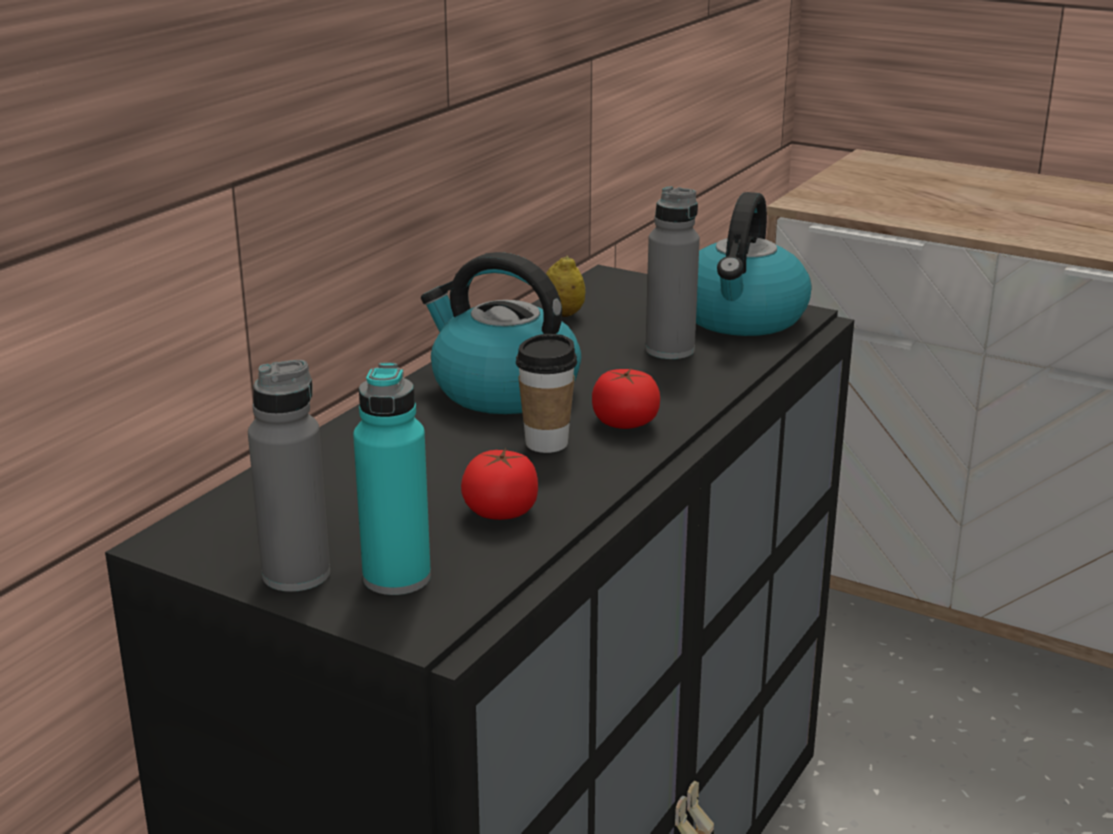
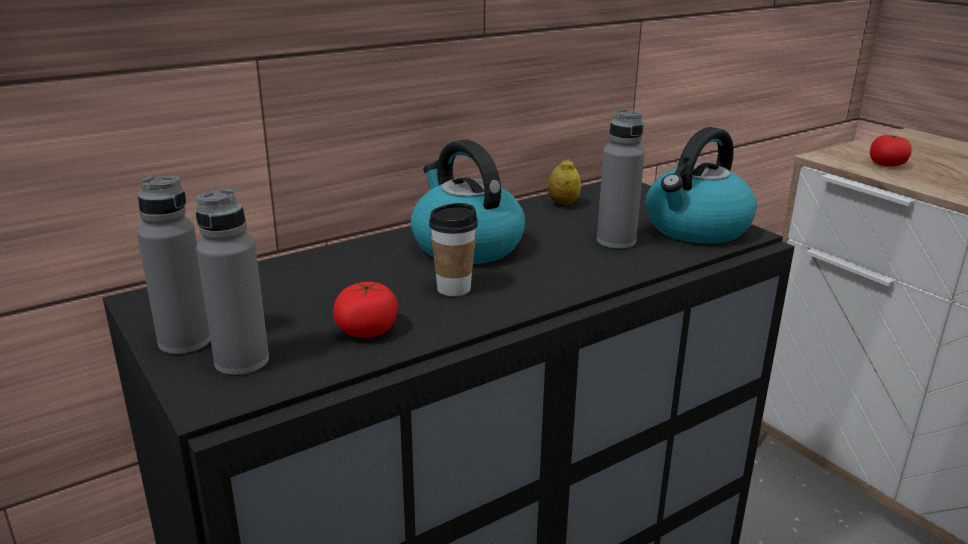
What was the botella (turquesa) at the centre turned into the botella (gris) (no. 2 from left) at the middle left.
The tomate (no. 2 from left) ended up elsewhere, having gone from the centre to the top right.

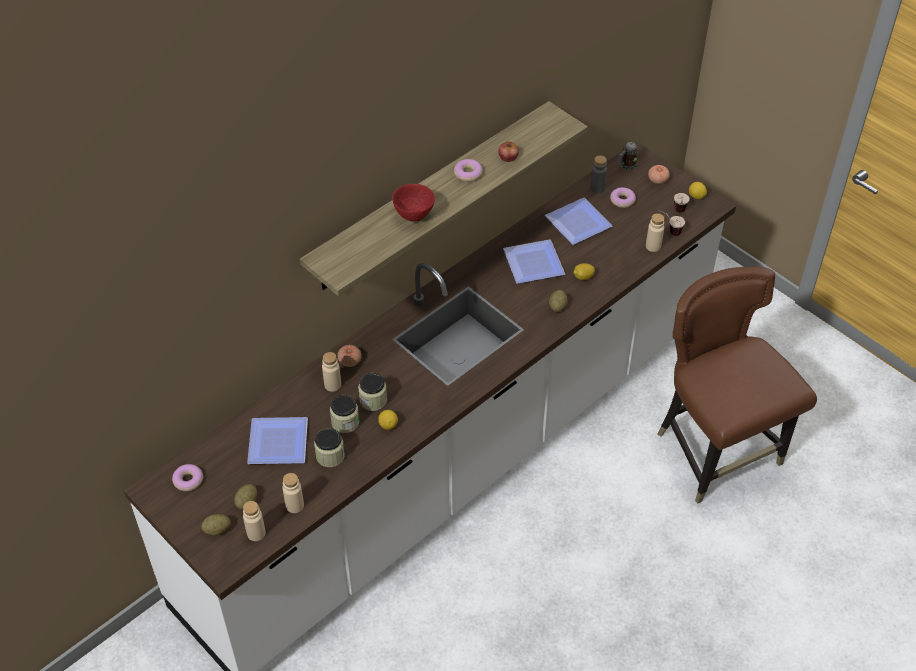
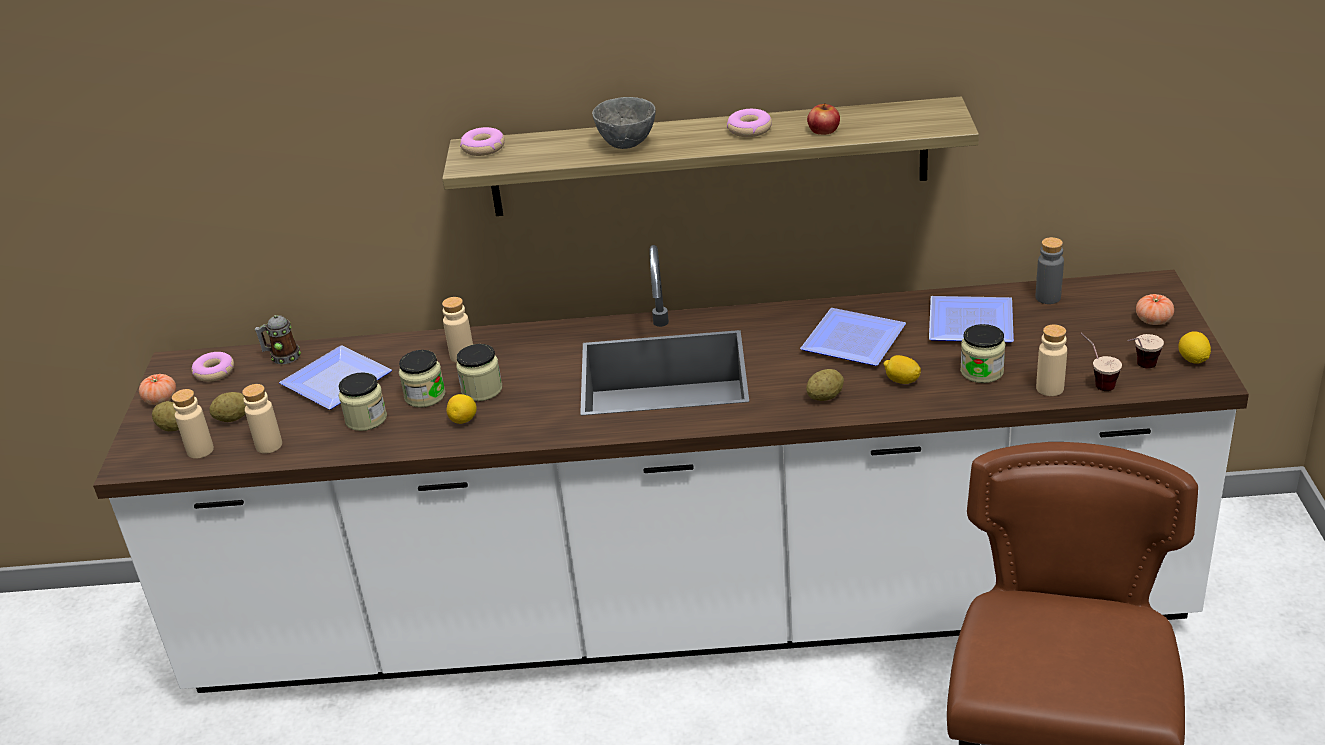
The taza grande ended up elsewhere, having gone from the top right to the middle left.
What was the cuenco (rojo) at the top centre turned into the cuenco (gris) at the top centre.
The rosquilla (no. 3 from left in the first image) ended up elsewhere, having gone from the top right to the top centre.
The tomate (no. 1 from left) ended up elsewhere, having gone from the centre to the middle left.
The second view gained the tarro (no. 4 from left) at the middle right.

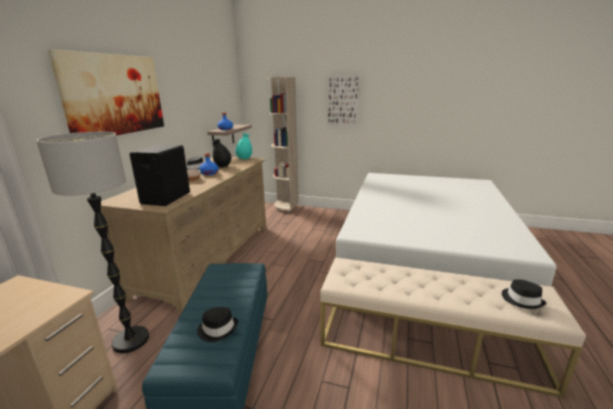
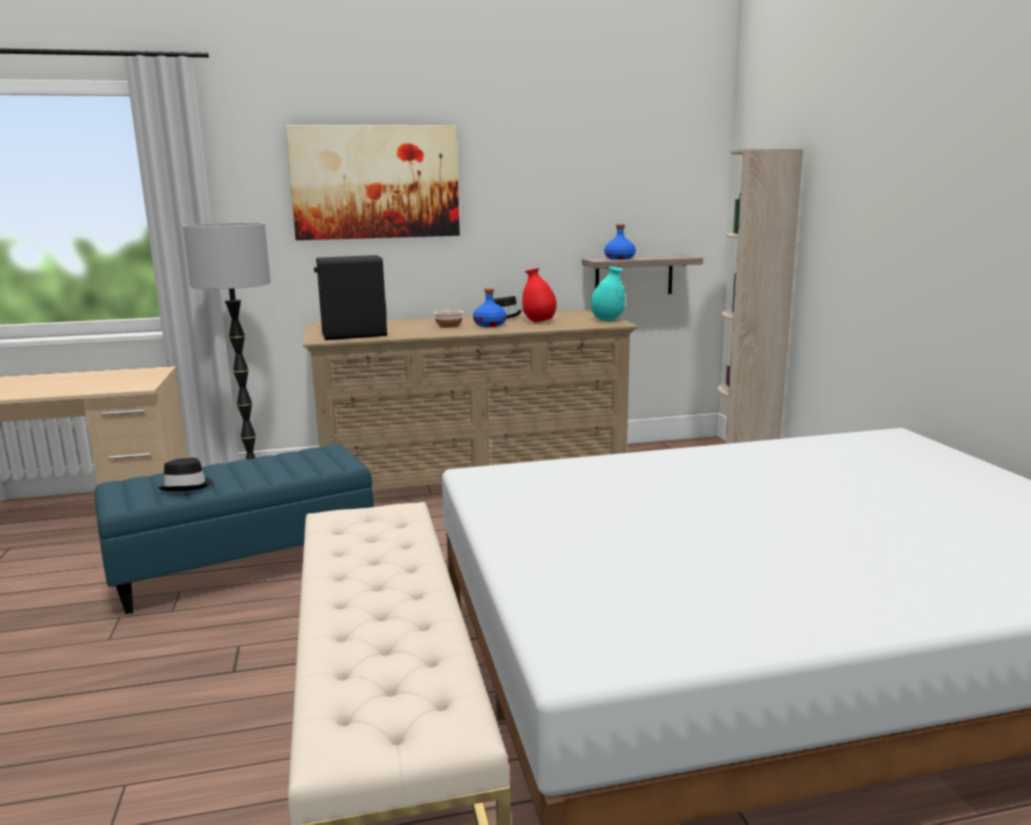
The second view lost the cuadro (no. 2 from left) at the top centre.
What was the florero (negro) at the centre turned into the florero (rojo) at the centre.
The second view lost the sombrero (negro) (no. 3 from left) at the bottom right.

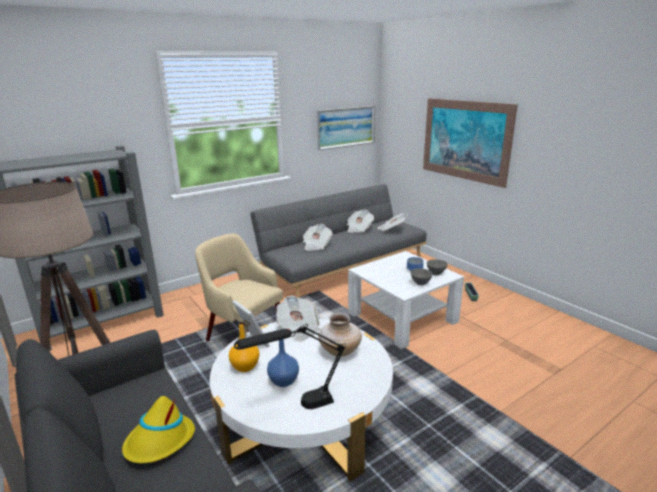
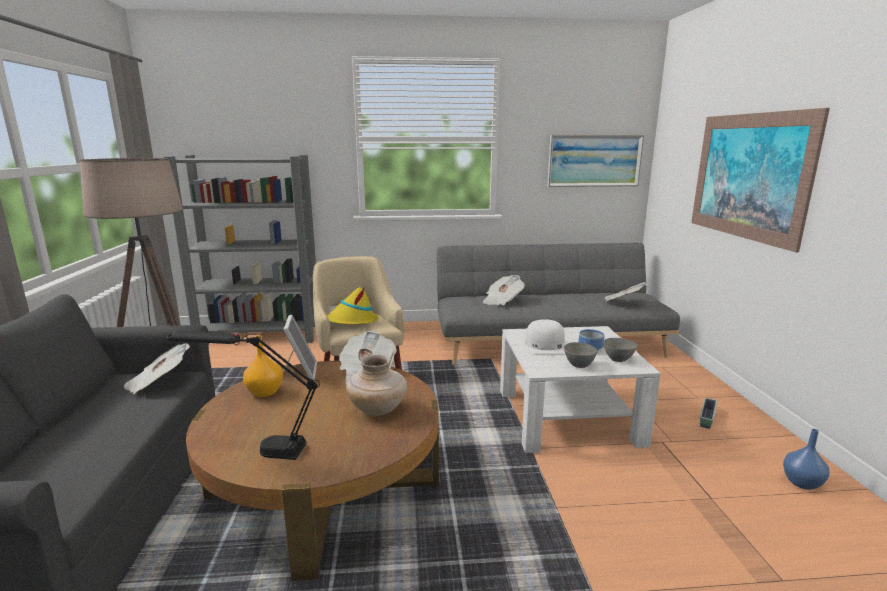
The periódico (no. 3 from left in the first image) ended up elsewhere, having gone from the centre to the middle left.
What was the mesa de centro (blanco) (no. 1 from left) at the bottom centre turned into the mesa de centro (marrón) at the bottom centre.
The florero (azul) ended up elsewhere, having gone from the bottom centre to the bottom right.
The sombrero (amarillo) ended up elsewhere, having gone from the bottom left to the centre.
The second view gained the sombrero (blanco) at the centre.

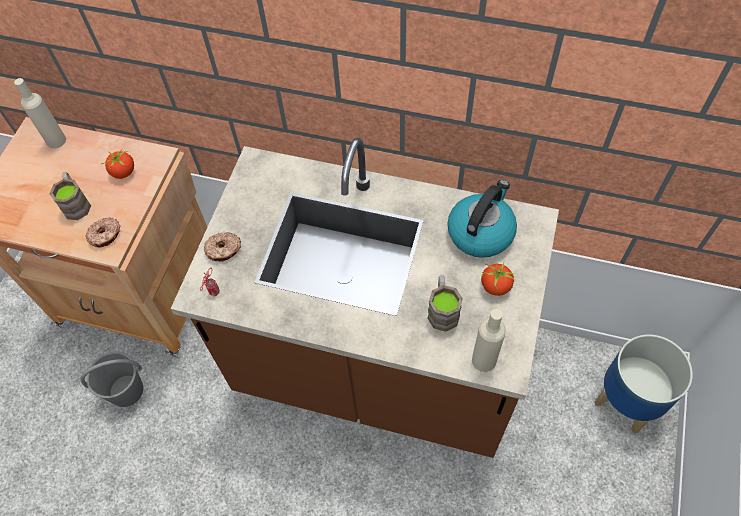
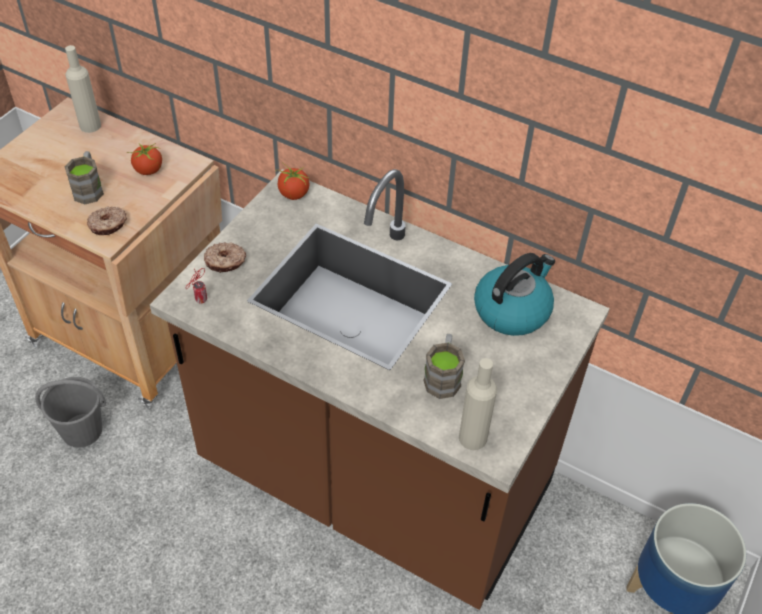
The tomate (no. 2 from left) ended up elsewhere, having gone from the middle right to the top centre.

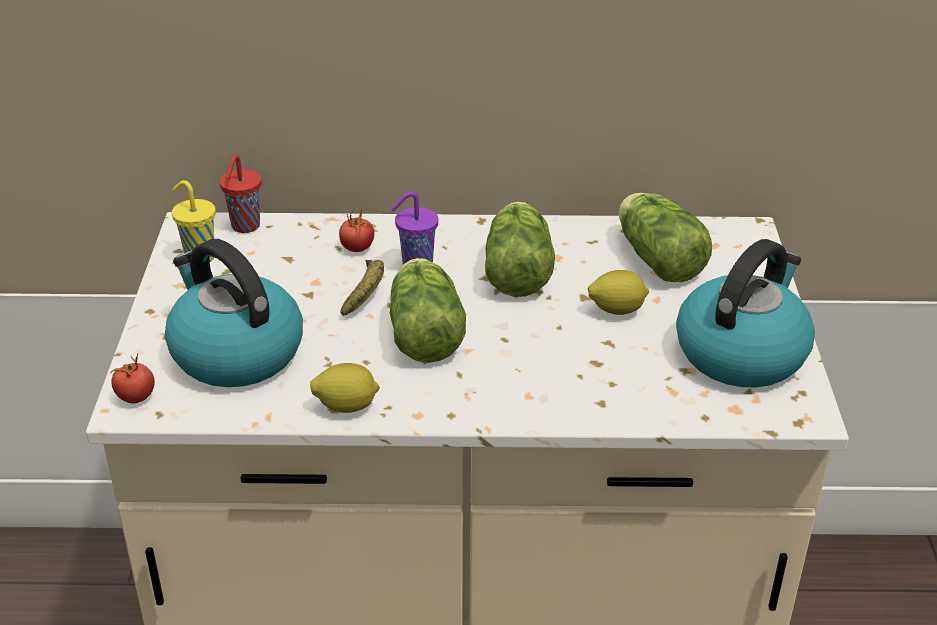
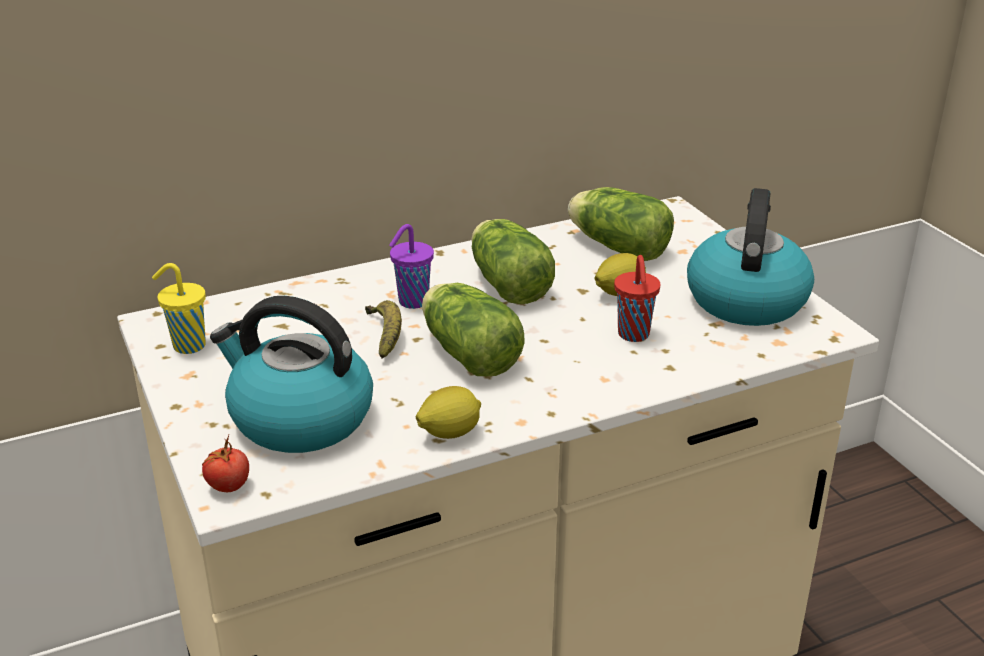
The taza (rojo) ended up elsewhere, having gone from the top left to the centre.
The second view lost the tomate (no. 2 from left) at the centre.

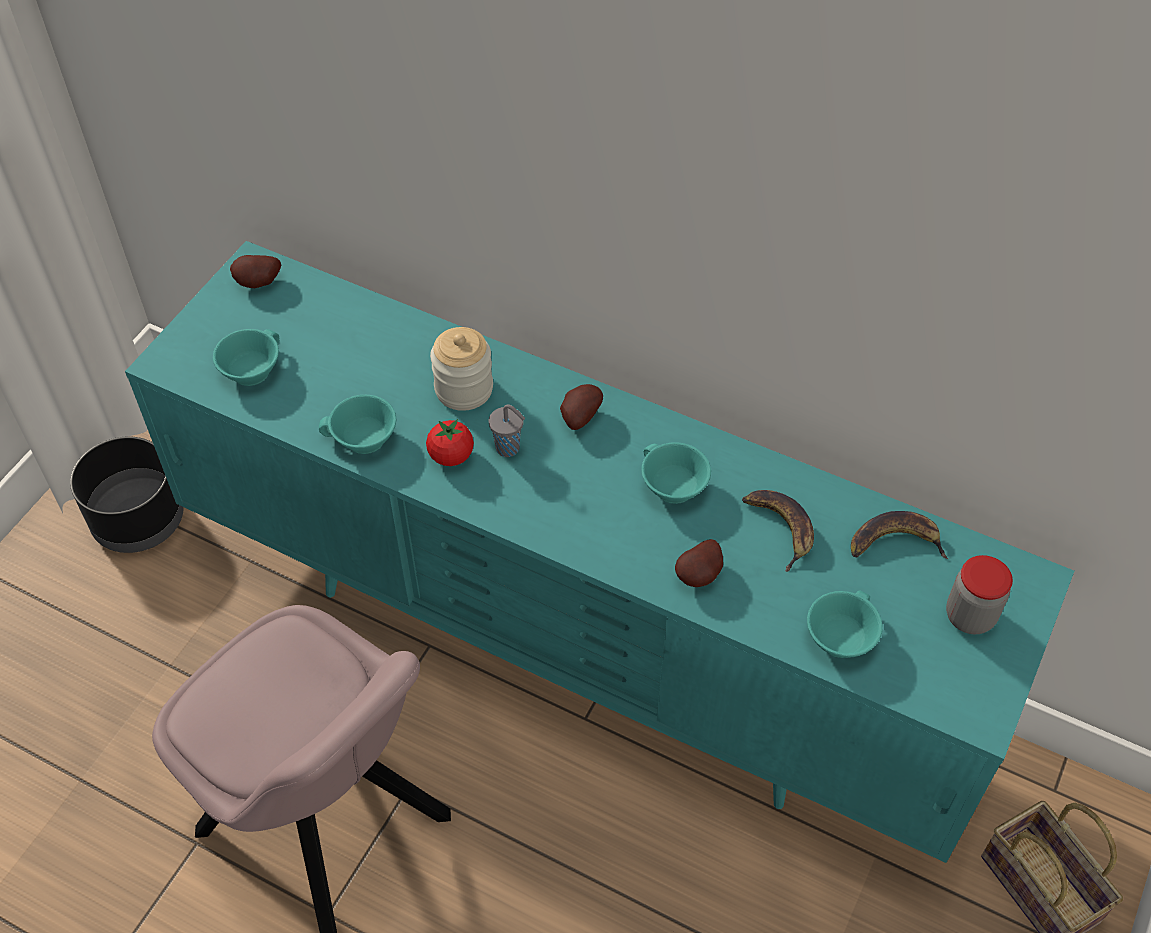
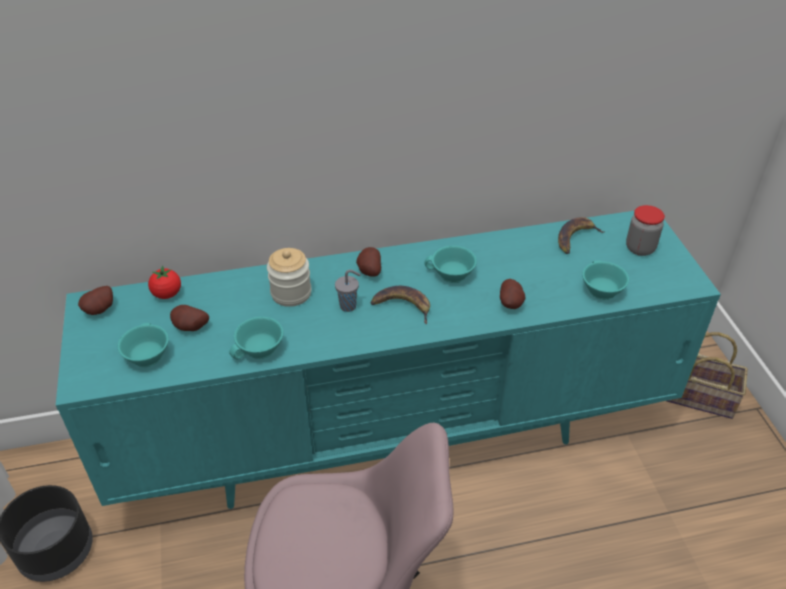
The tomate ended up elsewhere, having gone from the centre to the middle left.
The plátano (no. 1 from left) ended up elsewhere, having gone from the middle right to the centre.
The second view gained the patata (no. 2 from left) at the middle left.

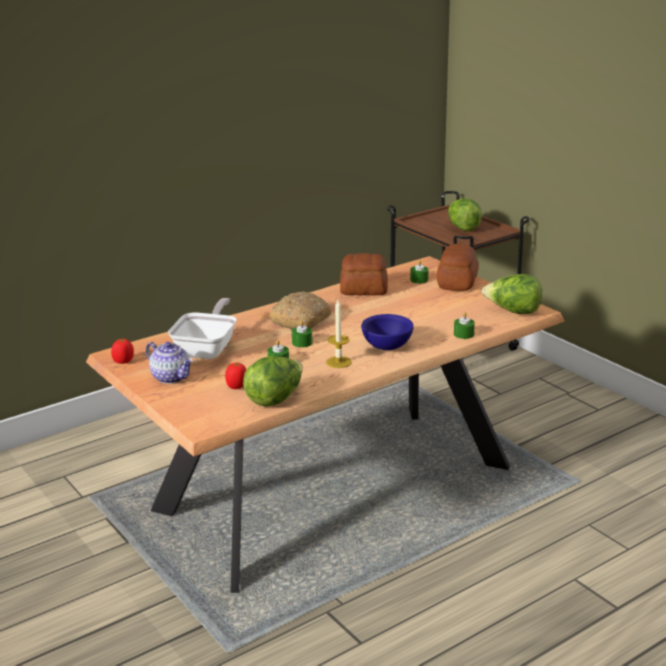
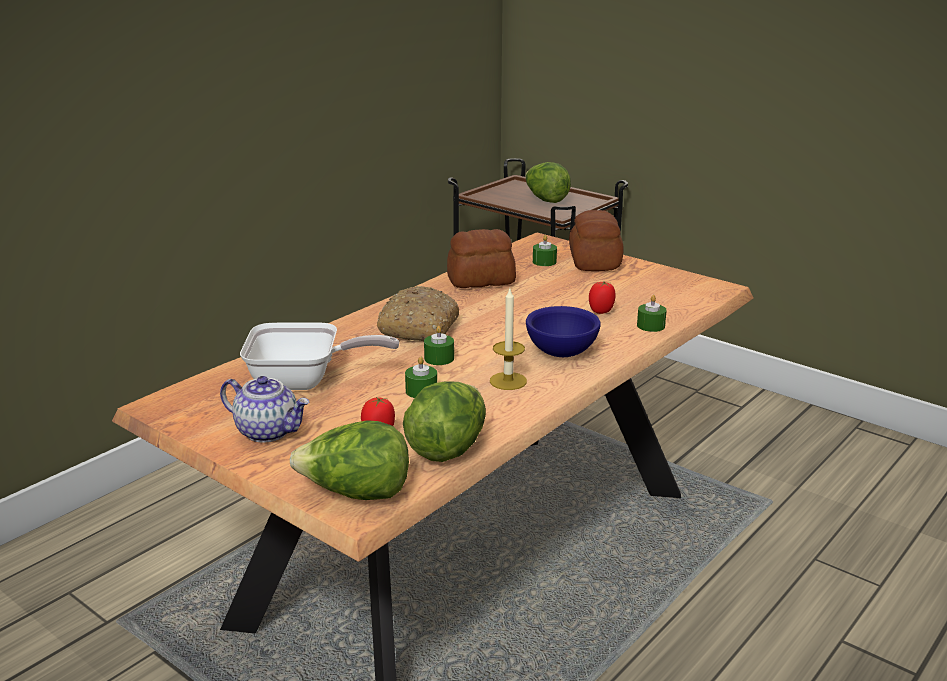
The lechuga (no. 3 from left in the first image) ended up elsewhere, having gone from the middle right to the bottom centre.
The sartén at the middle left ended up facing another way, 90 degrees clockwise from before.
The tomate (no. 1 from left in the first image) ended up elsewhere, having gone from the middle left to the centre.

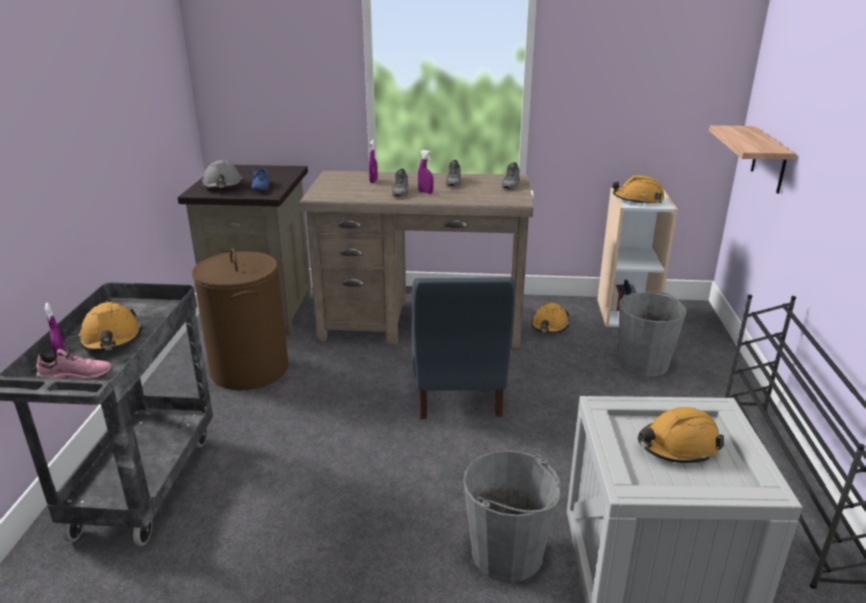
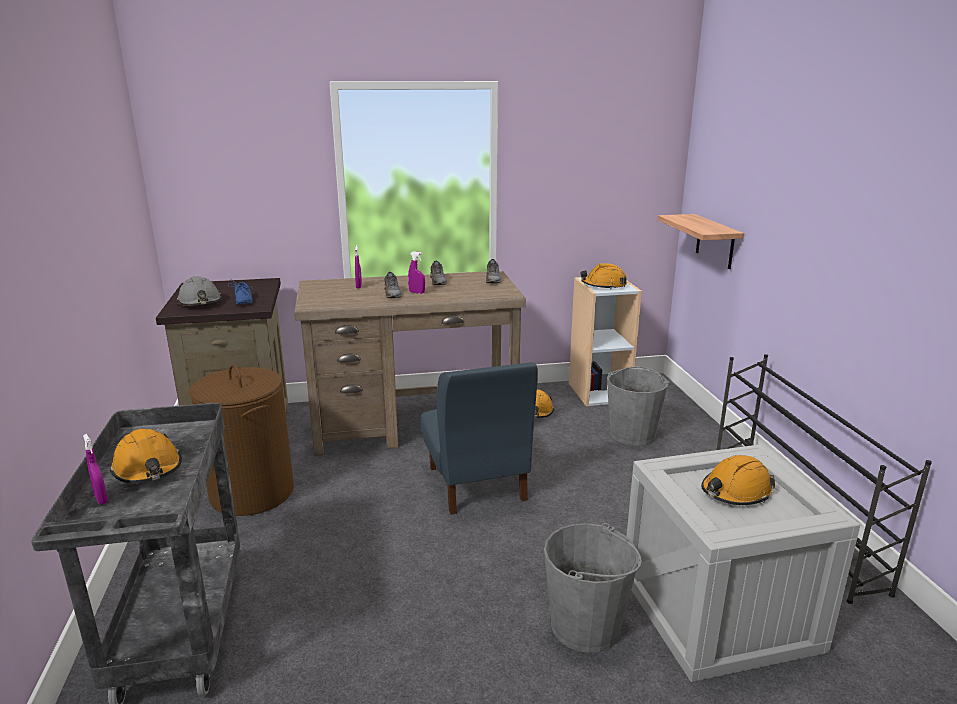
The second view lost the zapato (rosa) at the middle left.

